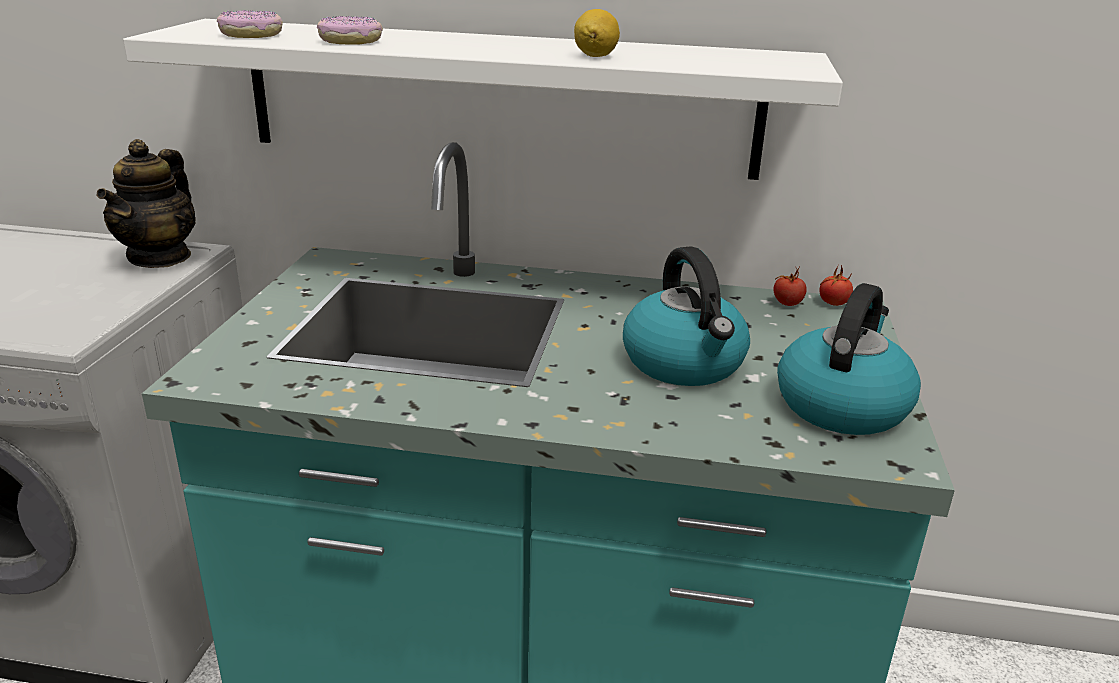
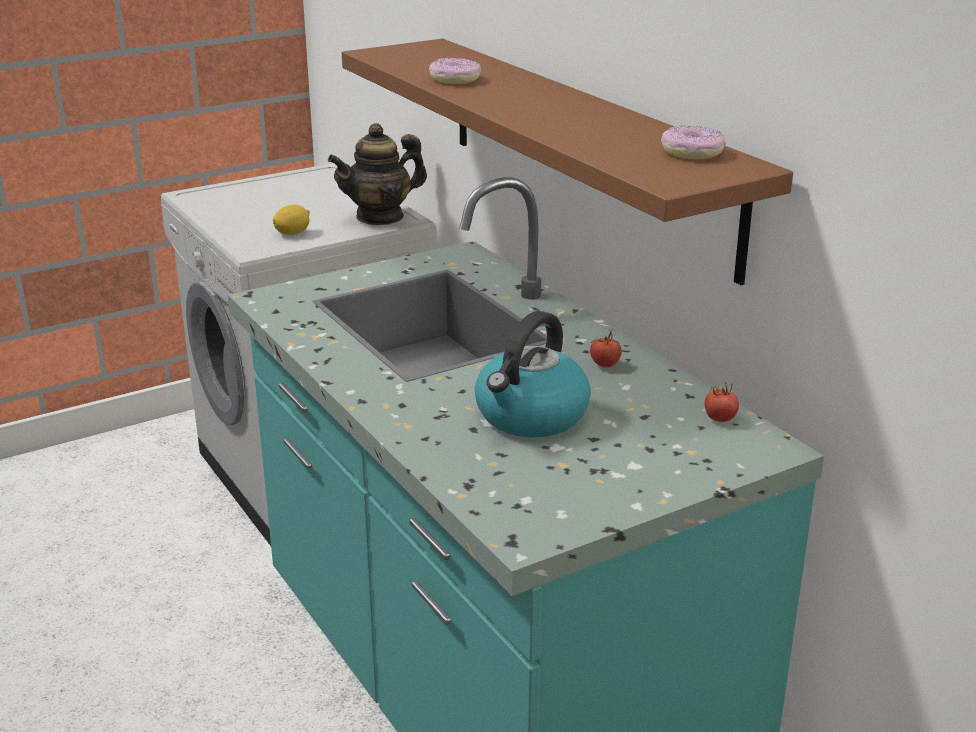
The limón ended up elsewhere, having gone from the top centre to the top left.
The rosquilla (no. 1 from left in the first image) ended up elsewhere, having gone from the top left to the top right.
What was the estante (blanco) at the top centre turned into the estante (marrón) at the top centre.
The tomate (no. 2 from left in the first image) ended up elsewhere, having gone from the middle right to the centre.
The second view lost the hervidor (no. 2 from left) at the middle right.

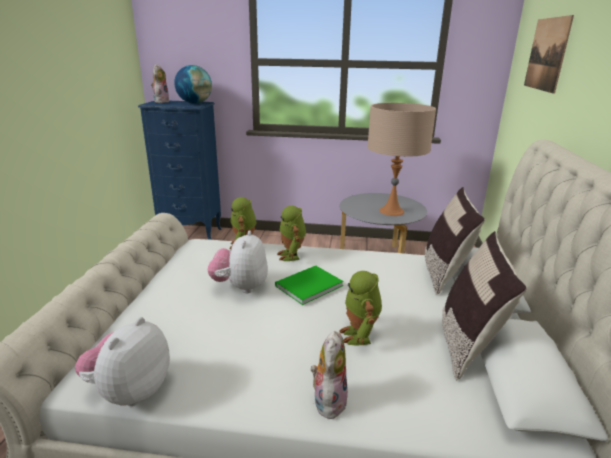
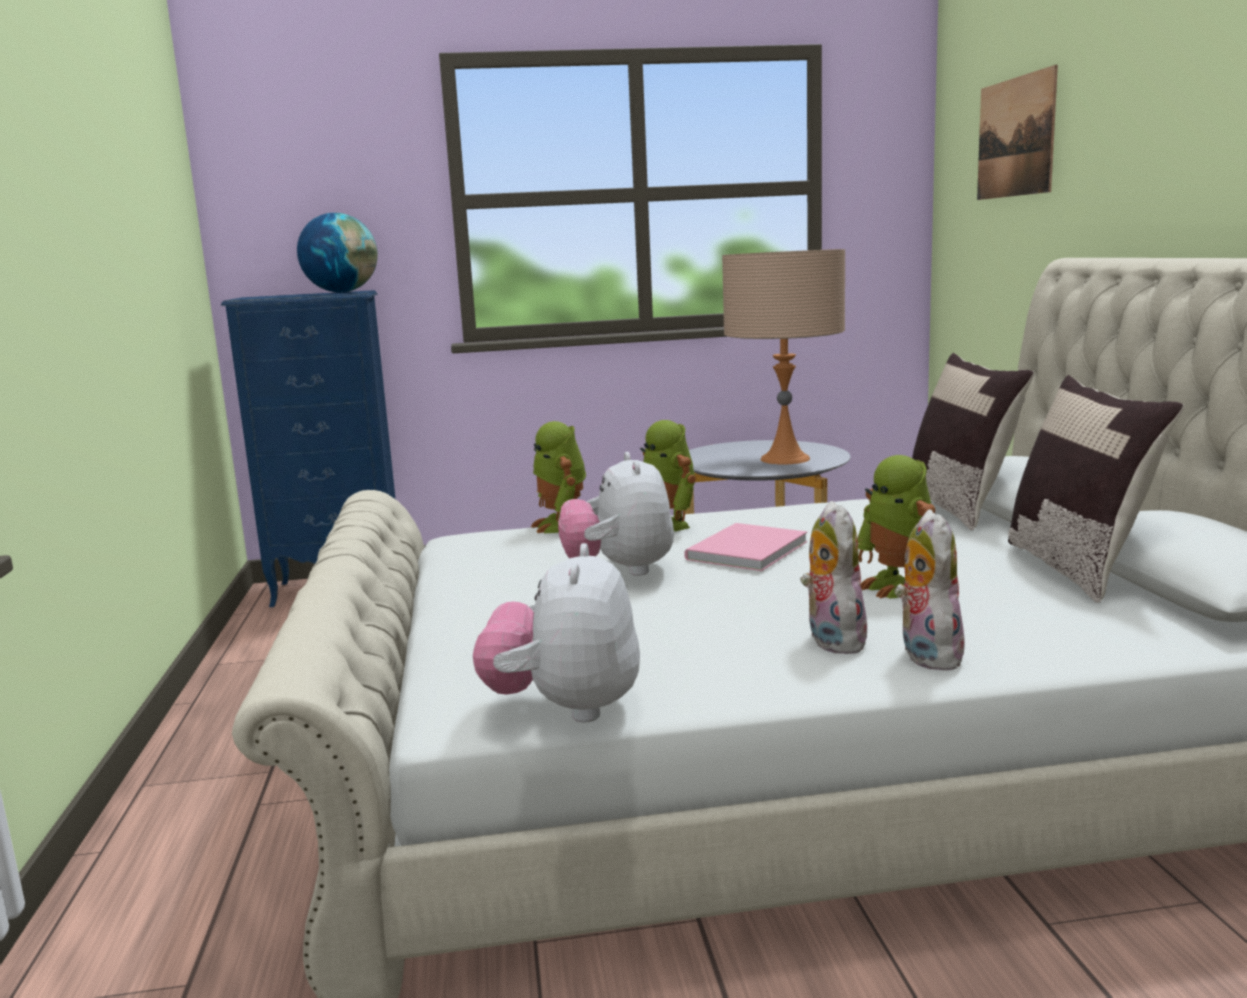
The peluche (no. 2 from left in the first image) ended up elsewhere, having gone from the top left to the middle right.
What was the libro (verde) at the centre turned into the libro (rosa) at the centre.

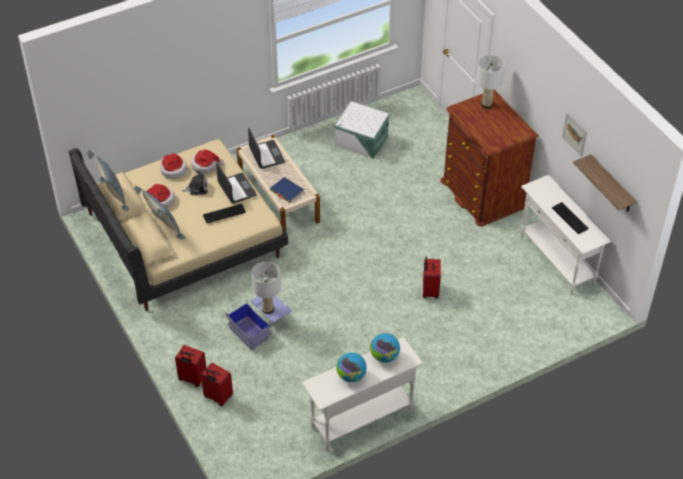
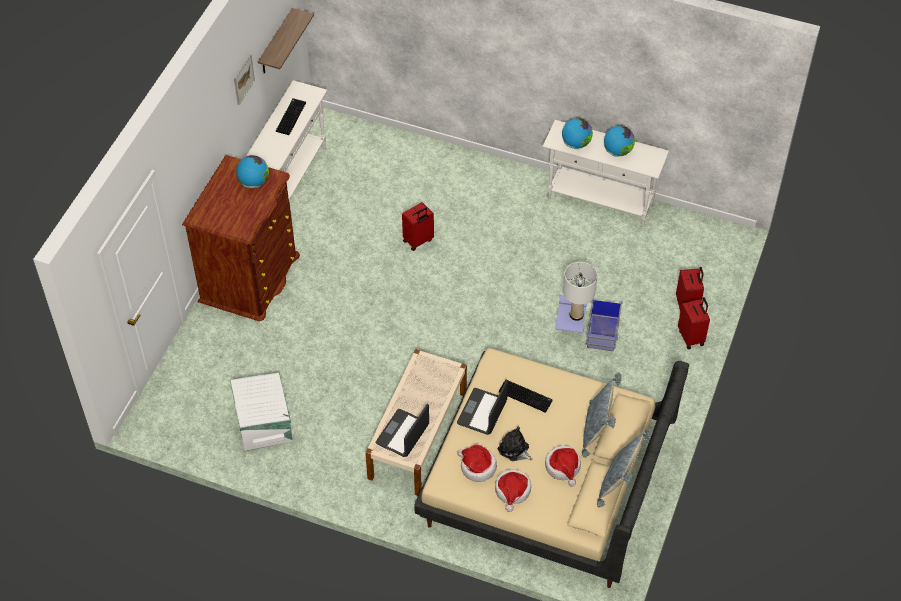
The second view lost the lámpara de mesa (blanco) (no. 2 from left) at the top right.
The second view lost the libro (azul) at the centre.
The second view gained the globo terráqueo (no. 1 from left) at the top left.

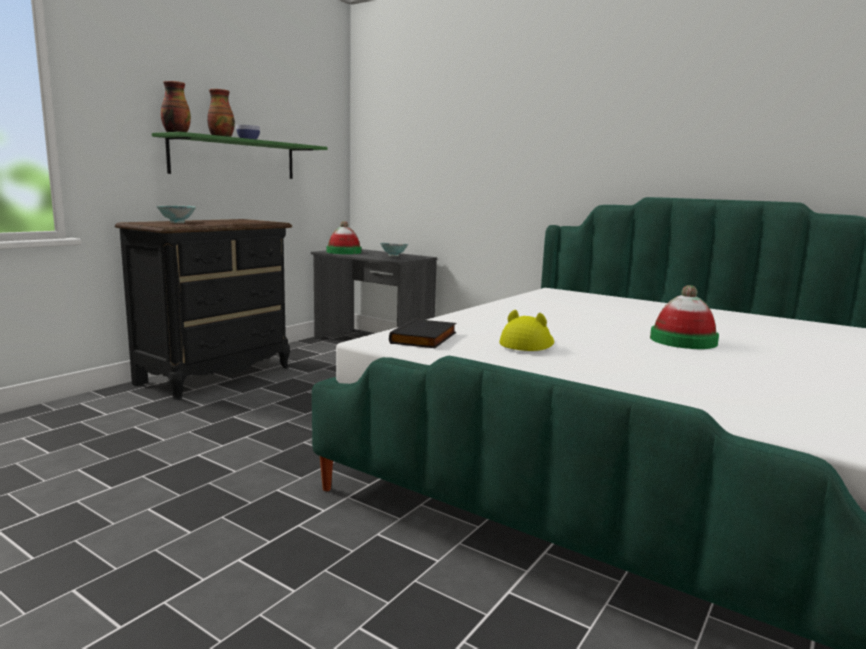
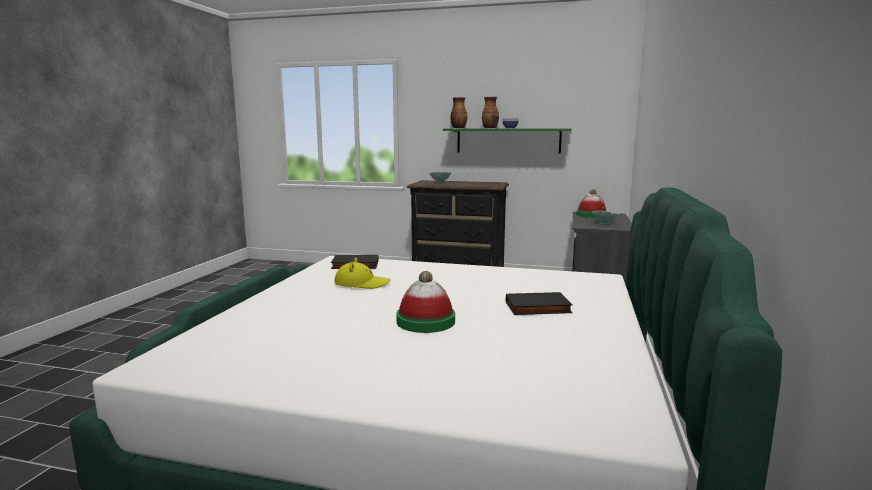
The second view gained the libro (negro) (no. 2 from left) at the centre.

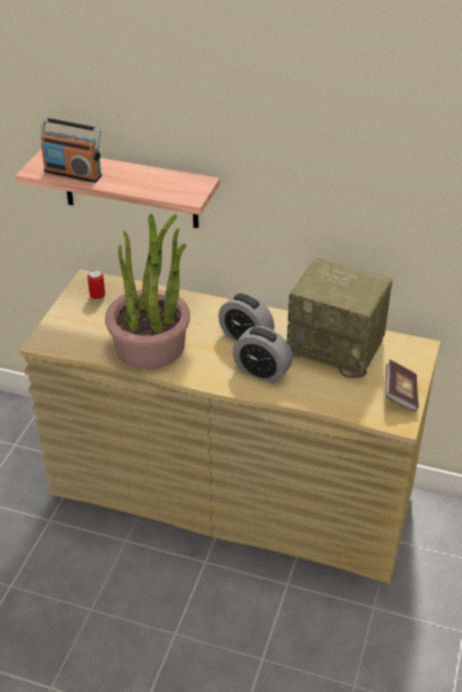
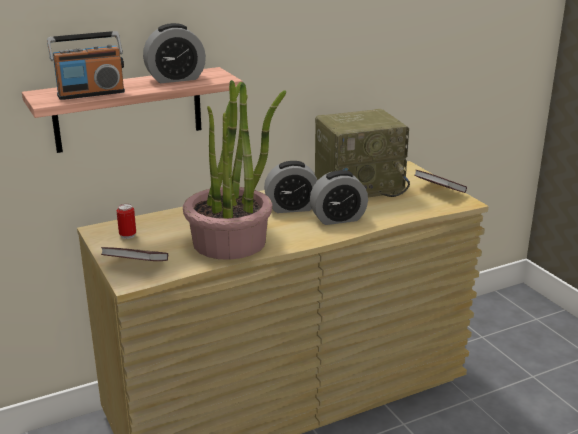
The second view gained the despertador (no. 1 from left) at the top left.
The second view gained the libro (no. 1 from left) at the middle left.

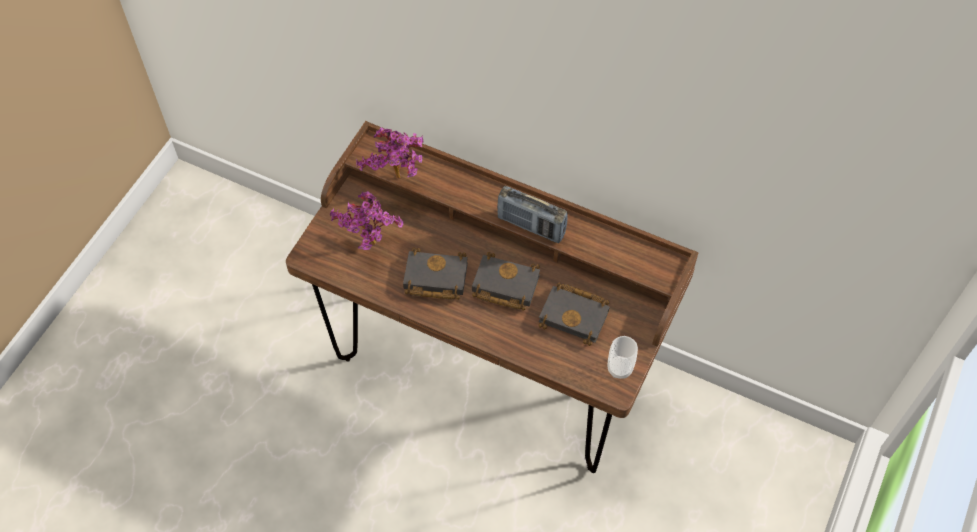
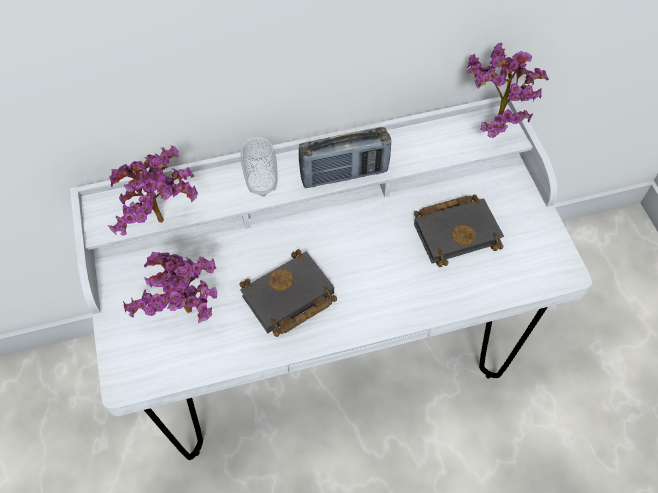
What was the escritorio (marrón) at the centre turned into the escritorio (blanco) at the centre.
The second view lost the libro (negro) (no. 2 from left) at the centre.
The taza ended up elsewhere, having gone from the bottom centre to the centre.
The second view gained the planta en maceta (no. 3 from left) at the top right.

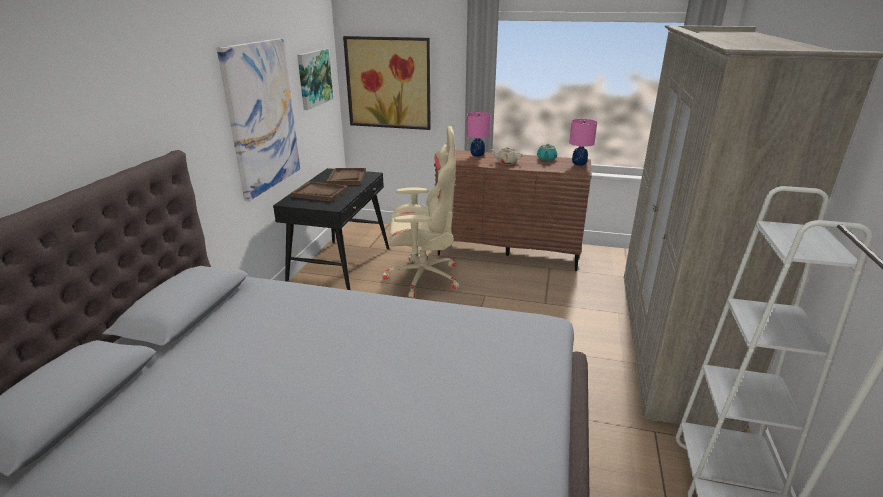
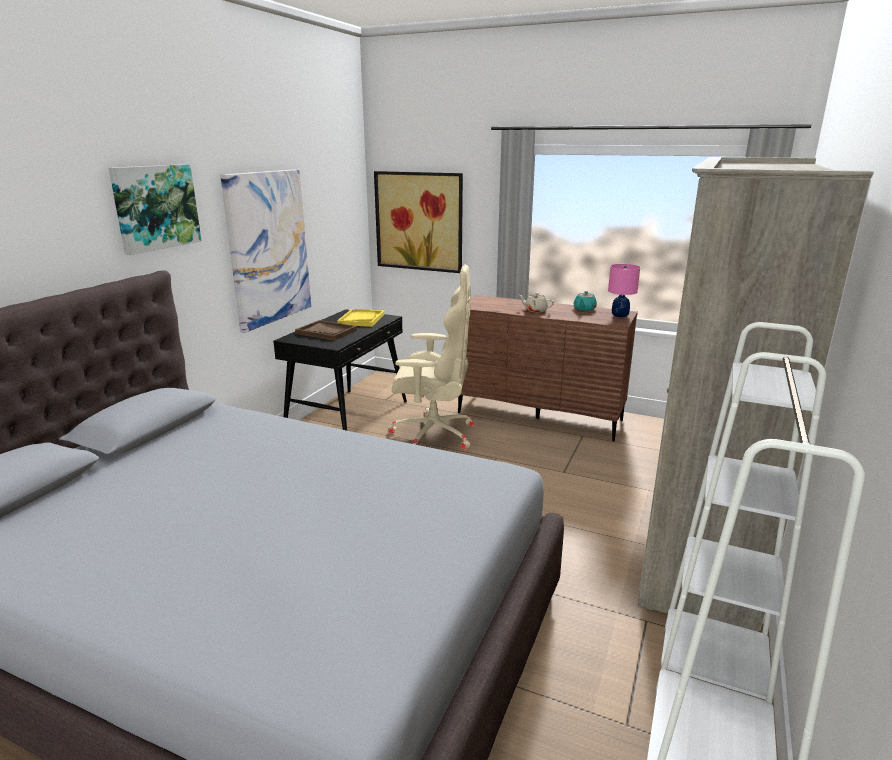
The cuadro (no. 2 from left in the first image) ended up elsewhere, having gone from the top centre to the top left.
The second view lost the lámpara de mesa (rosa) (no. 1 from left) at the top centre.
What was the bandeja (marrón) (no. 2 from left) at the centre turned into the bandeja (amarillo) at the centre.

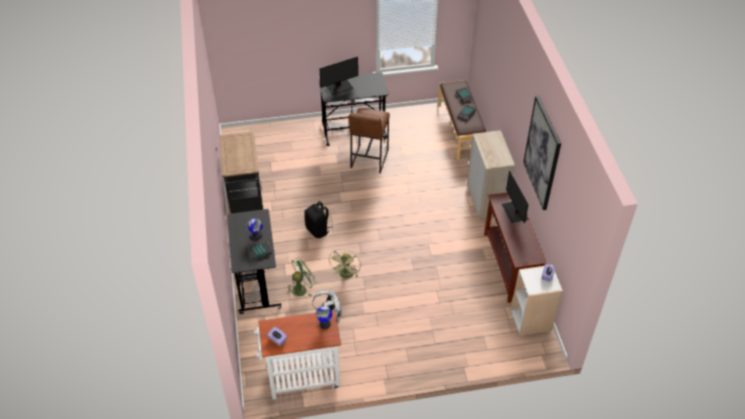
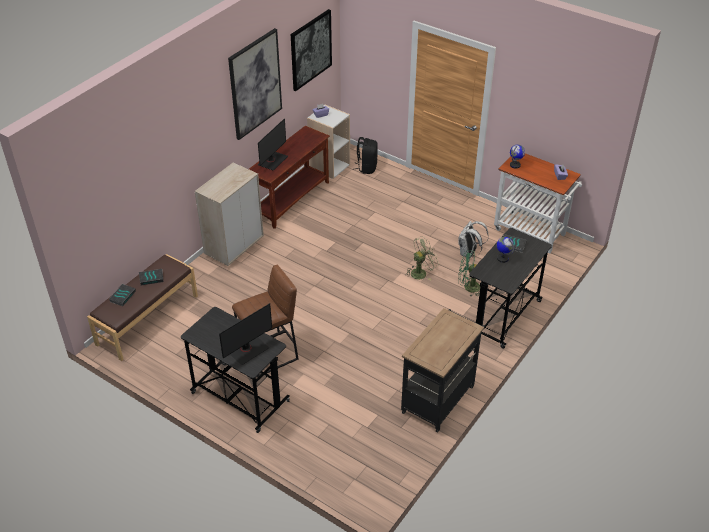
The monitor (no. 1 from left) at the top centre ended up facing another way, 120 degrees clockwise from before.
The mochila (negro) ended up elsewhere, having gone from the centre to the top centre.
The second view gained the cuadro (no. 2 from left) at the top centre.

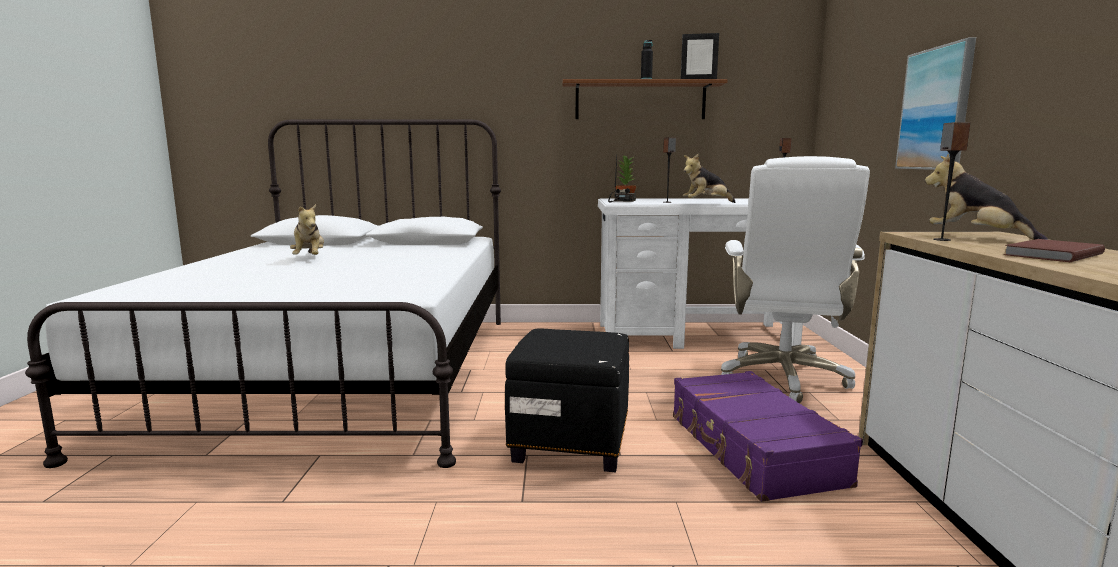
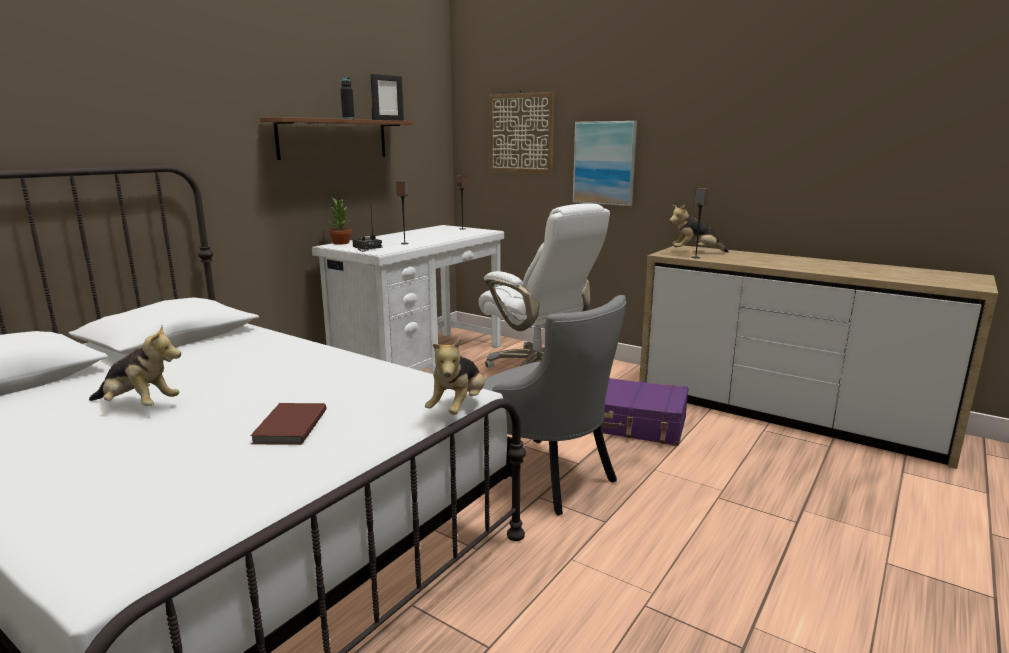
The peluche (no. 2 from left) ended up elsewhere, having gone from the top centre to the centre.
The libro (marrón) ended up elsewhere, having gone from the middle right to the middle left.
Where the puf (negro) stood at the bottom centre, the silla (gris) came to stand at the centre.
The second view gained the cuadro (no. 1 from left) at the top centre.

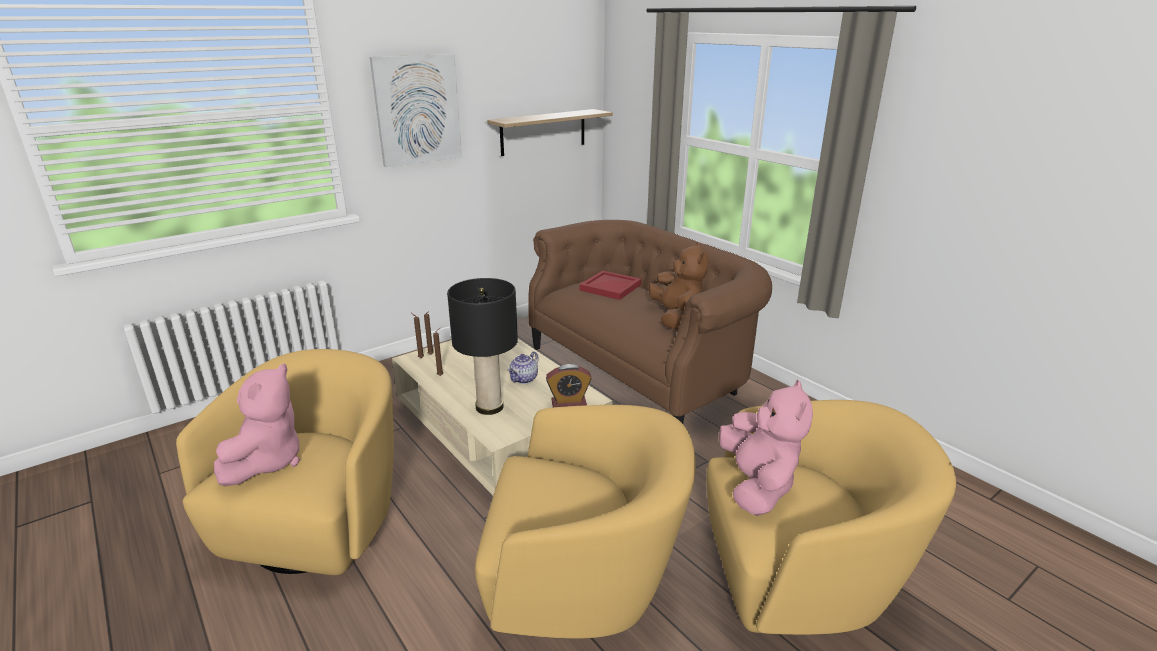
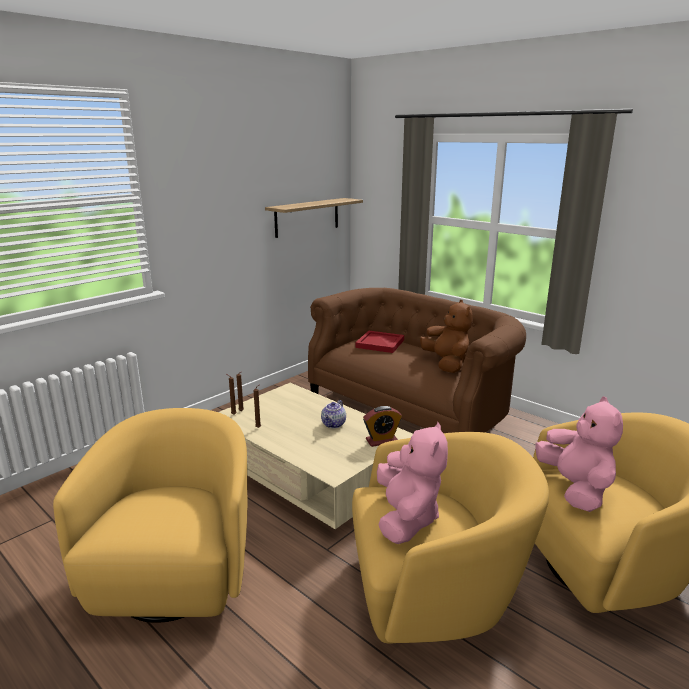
The second view lost the cuadro at the top centre.
The second view lost the lámpara de mesa (negro) at the centre.
The peluche (rosa) (no. 1 from left) ended up elsewhere, having gone from the middle left to the bottom centre.

